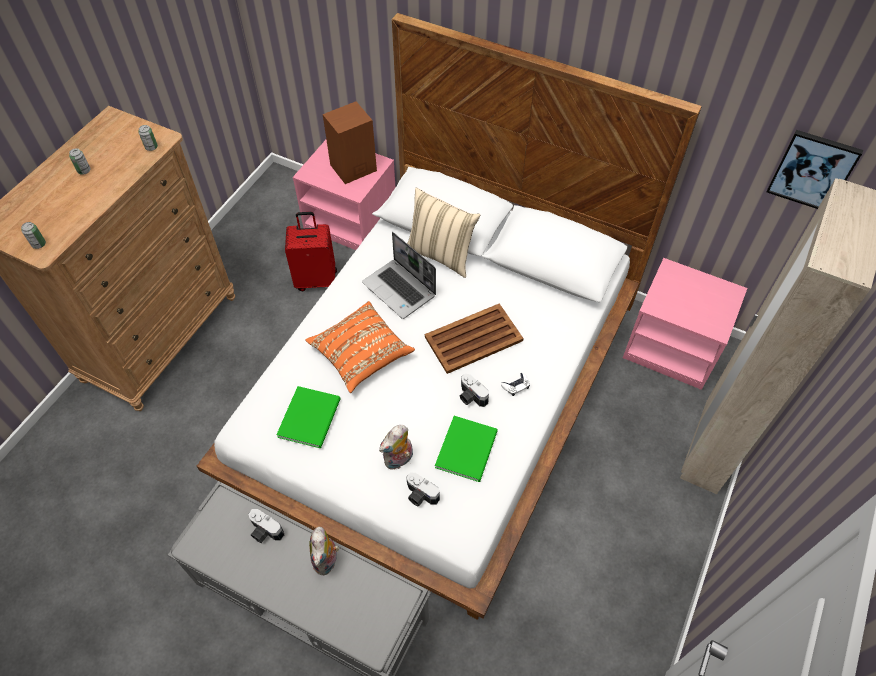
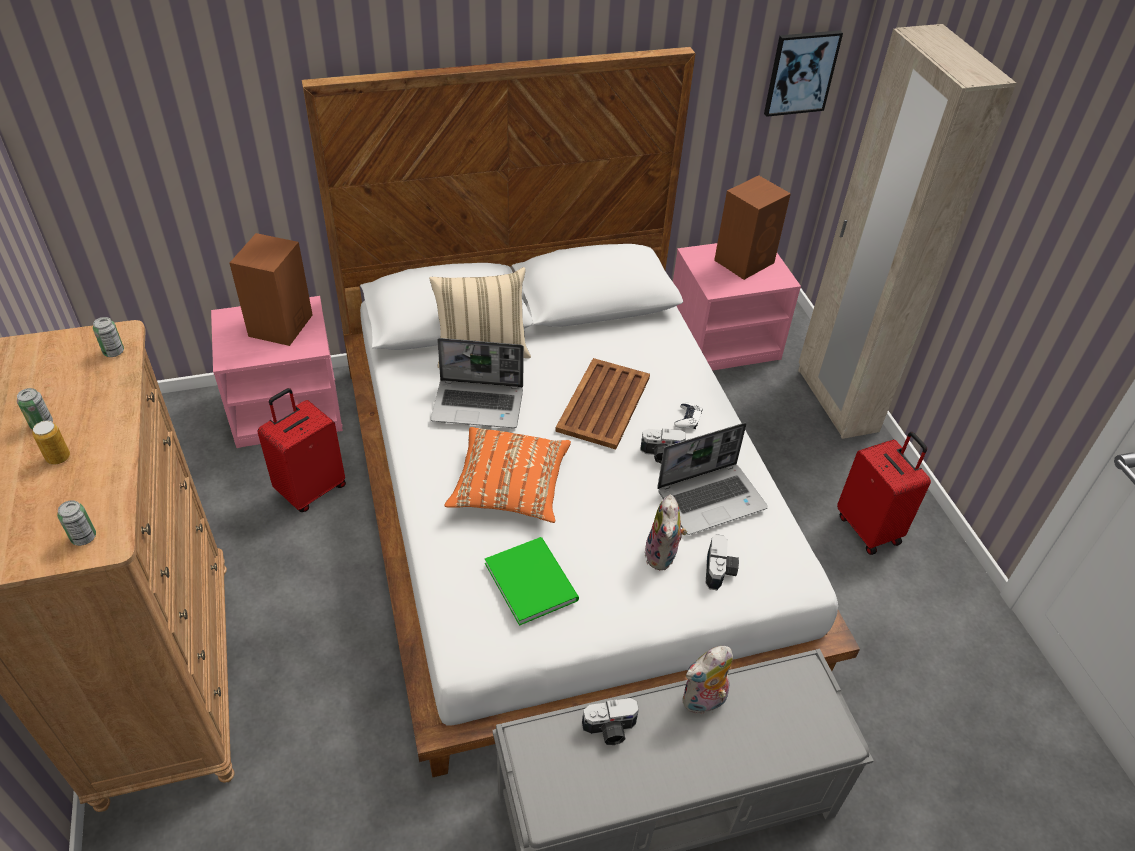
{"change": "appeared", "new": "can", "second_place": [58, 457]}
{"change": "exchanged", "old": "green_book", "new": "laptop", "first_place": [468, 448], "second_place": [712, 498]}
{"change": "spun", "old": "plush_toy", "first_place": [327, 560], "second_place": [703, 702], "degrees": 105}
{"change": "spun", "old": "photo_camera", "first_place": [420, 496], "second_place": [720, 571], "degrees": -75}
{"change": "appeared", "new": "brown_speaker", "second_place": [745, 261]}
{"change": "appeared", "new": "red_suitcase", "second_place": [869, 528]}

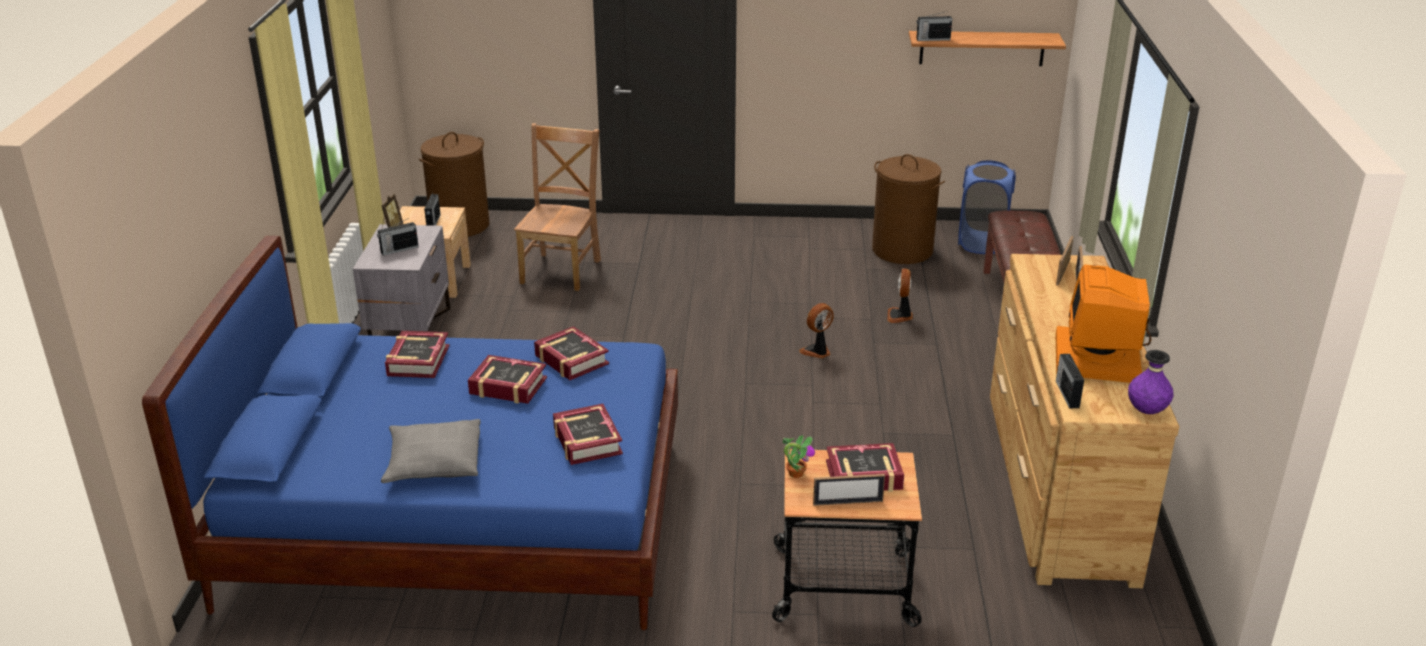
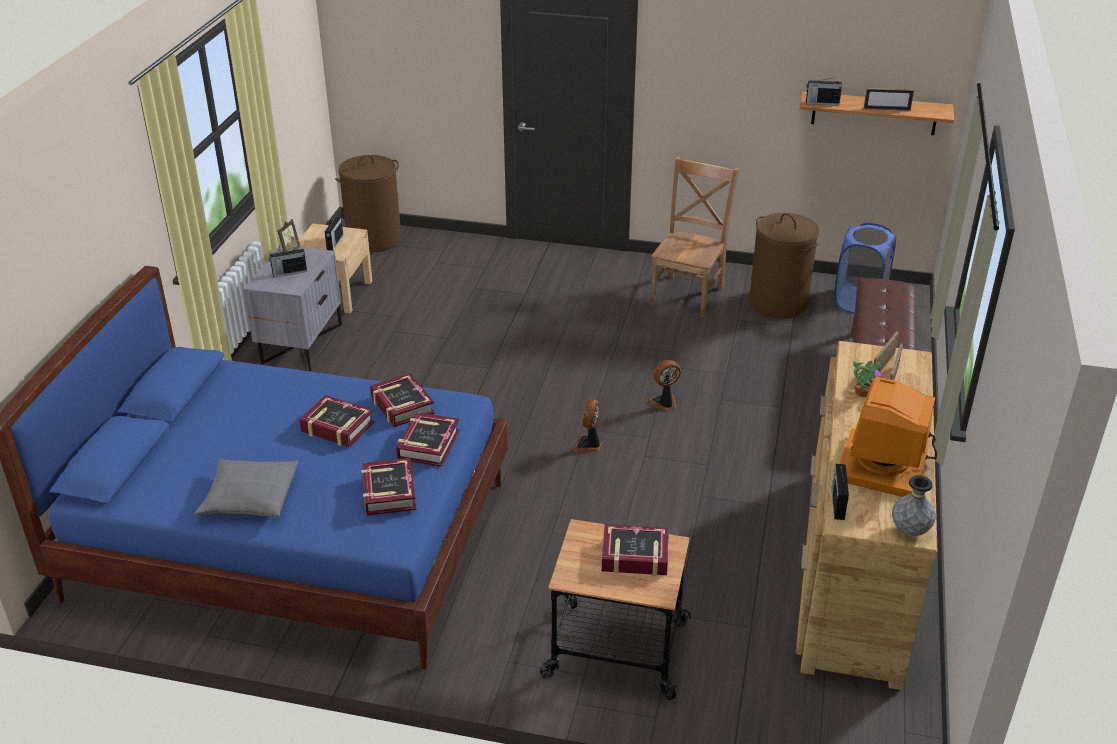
{"change": "relocated", "old": "book", "first_place": [417, 361], "second_place": [428, 445]}
{"change": "relocated", "old": "fan", "first_place": [900, 316], "second_place": [588, 445]}
{"change": "relocated", "old": "brown_chair", "first_place": [562, 270], "second_place": [688, 294]}
{"change": "relocated", "old": "potted_plant", "first_place": [795, 473], "second_place": [861, 393]}
{"change": "relocated", "old": "picture_frame", "first_place": [848, 502], "second_place": [887, 109]}
{"change": "colour", "old": "purple_vase", "new": "grey_vase", "first_place": [1146, 411], "second_place": [909, 531]}

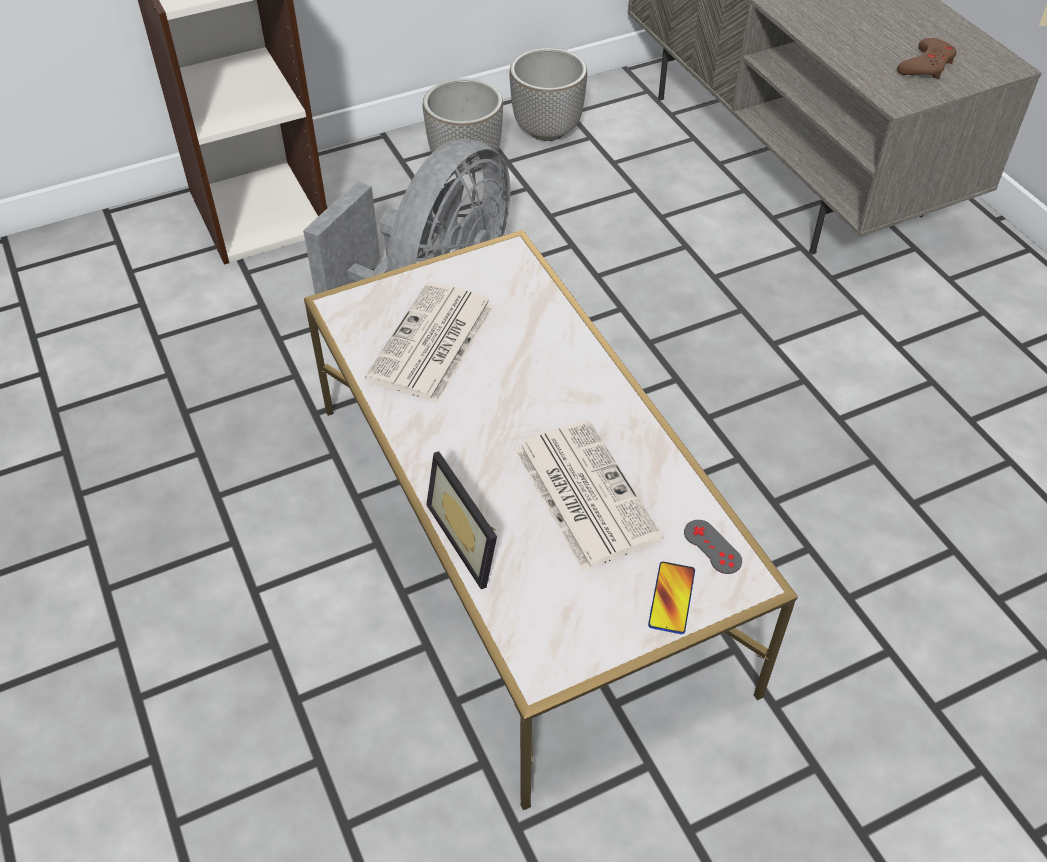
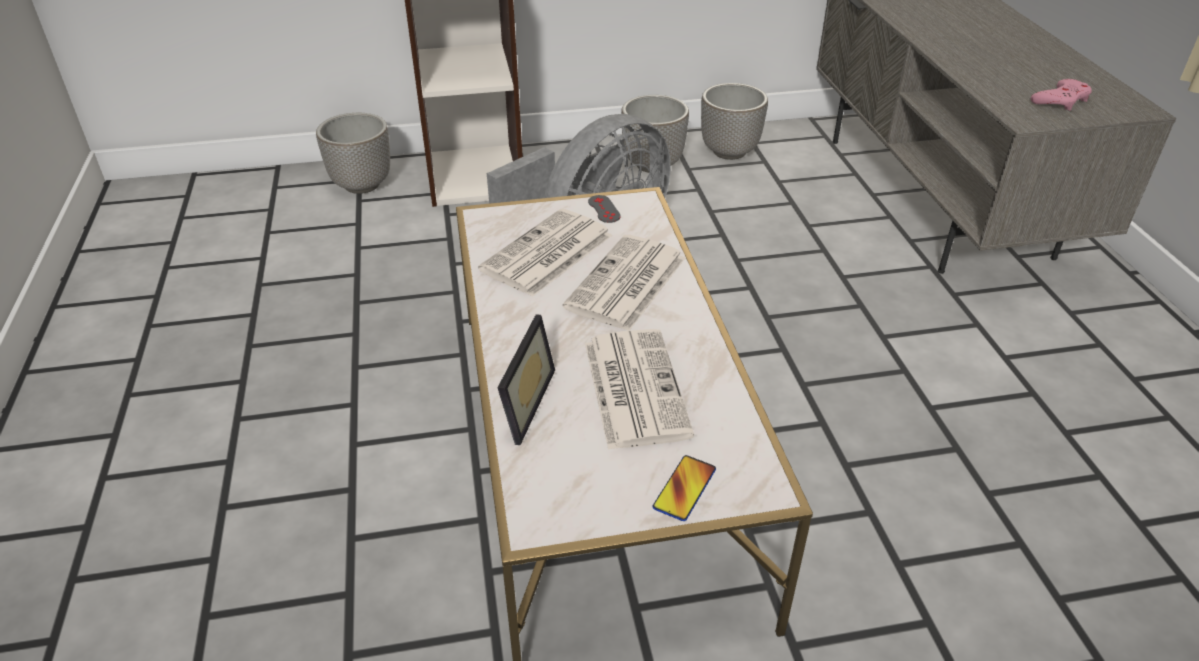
{"change": "appeared", "new": "planter", "second_place": [361, 185]}
{"change": "spun", "old": "picture_frame", "first_place": [472, 537], "second_place": [518, 402], "degrees": -150}
{"change": "appeared", "new": "newspaper", "second_place": [626, 284]}
{"change": "relocated", "old": "grey_game_controller", "first_place": [712, 547], "second_place": [604, 209]}
{"change": "colour", "old": "brown_game_controller", "new": "pink_game_controller", "first_place": [926, 65], "second_place": [1061, 100]}

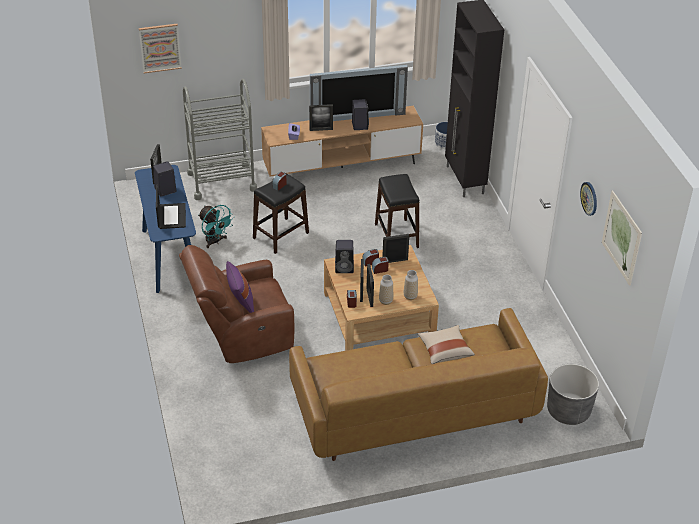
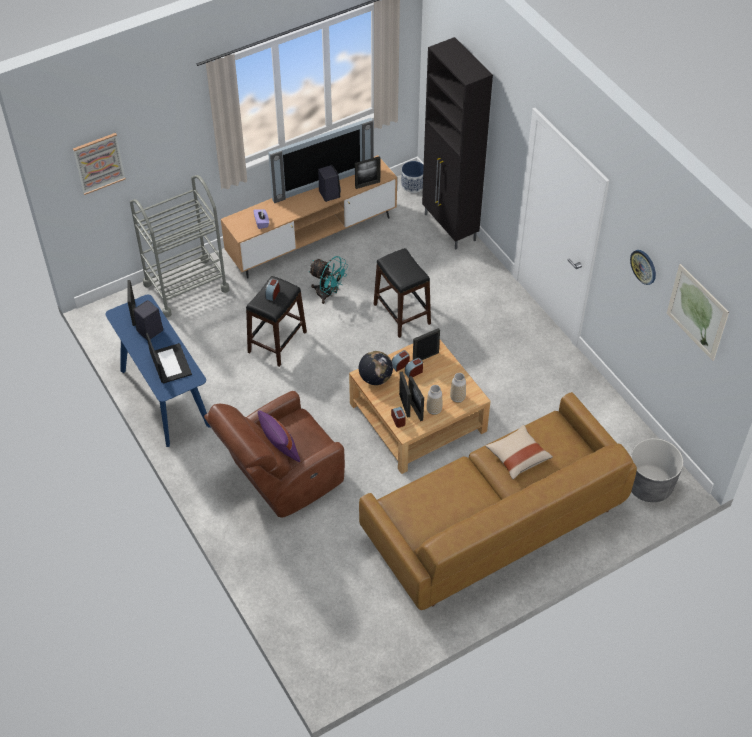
{"change": "relocated", "old": "turquoise_fan", "first_place": [215, 241], "second_place": [328, 294]}
{"change": "relocated", "old": "picture_frame", "first_place": [321, 129], "second_place": [367, 184]}
{"change": "exchanged", "old": "black_speaker", "new": "globe", "first_place": [345, 268], "second_place": [375, 378]}

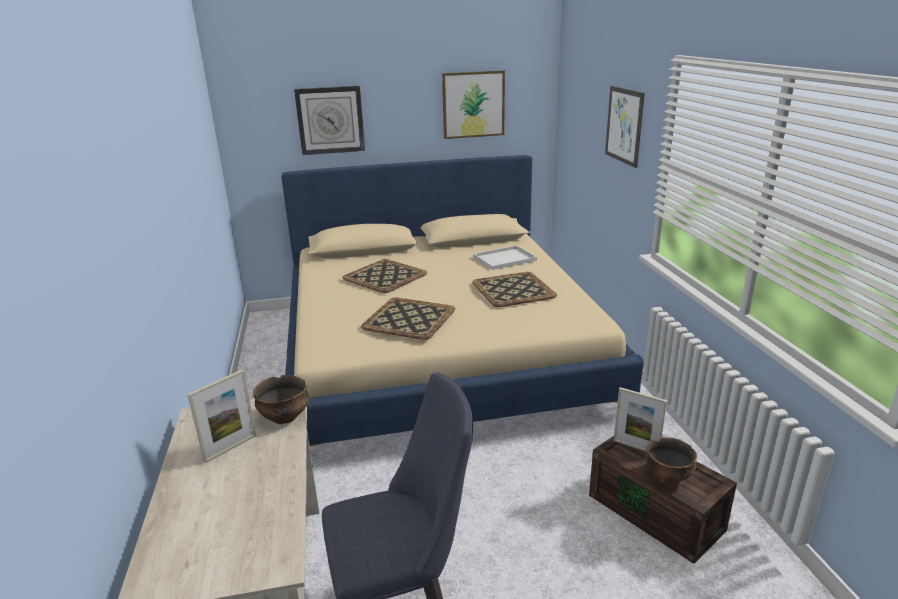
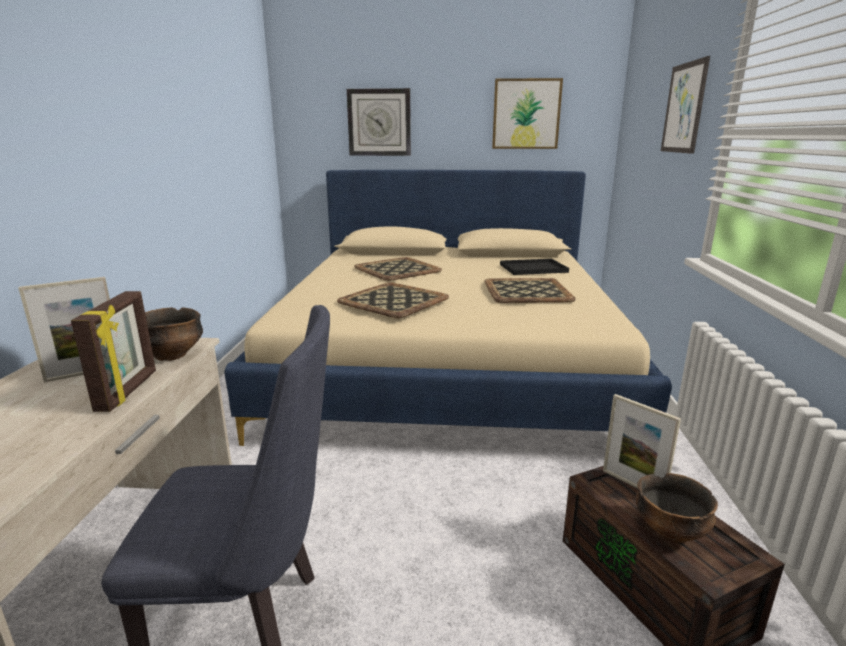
{"change": "appeared", "new": "picture_frame", "second_place": [129, 391]}
{"change": "colour", "old": "white_tray", "new": "black_tray", "first_place": [504, 259], "second_place": [532, 268]}

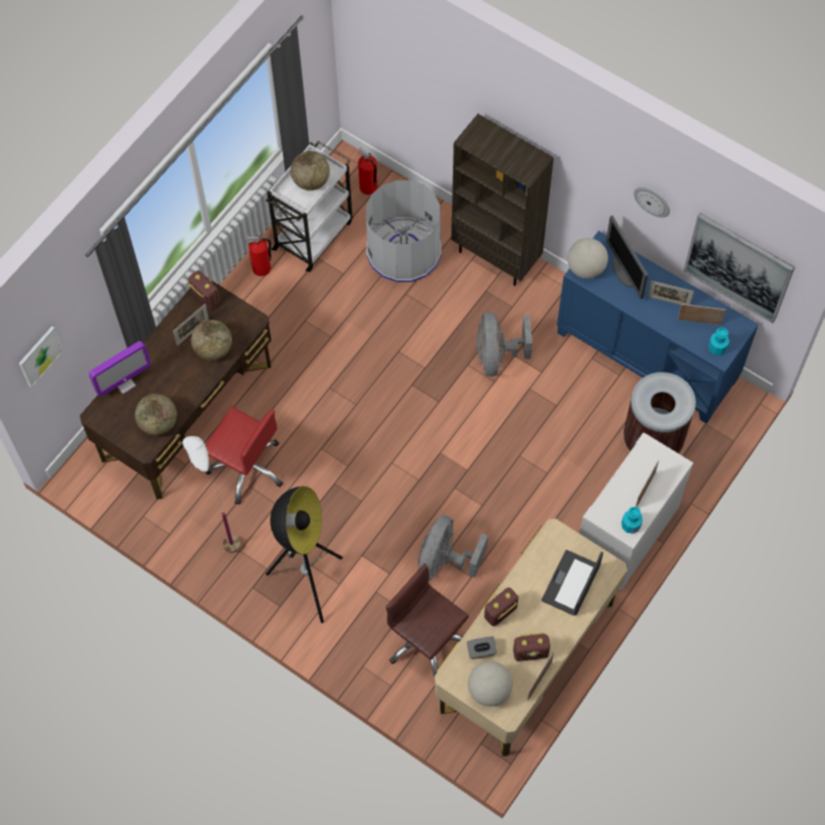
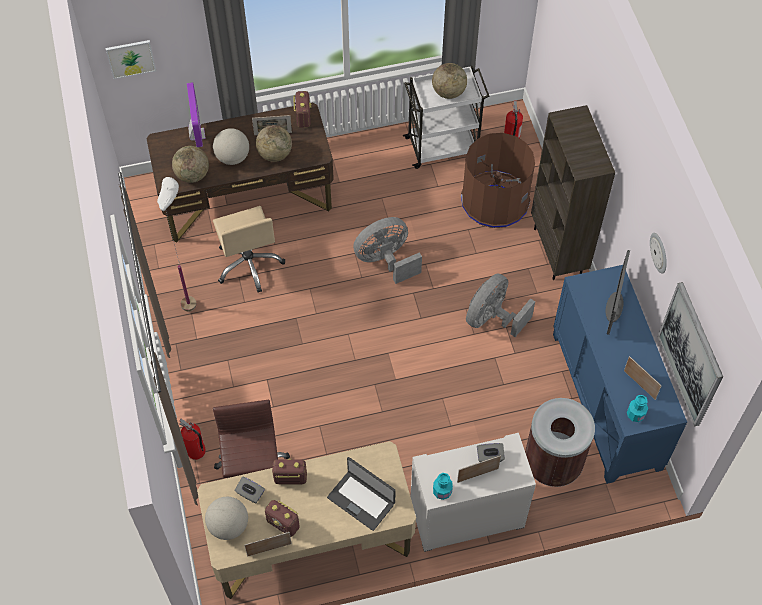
{"change": "relocated", "old": "fire_extinguisher", "first_place": [262, 268], "second_place": [196, 451]}
{"change": "spun", "old": "monitor", "first_place": [124, 383], "second_place": [197, 134], "degrees": -105}
{"change": "relocated", "old": "globe", "first_place": [586, 268], "second_place": [232, 157]}
{"change": "colour", "old": "red_office_chair", "new": "beige_office_chair", "first_place": [247, 467], "second_place": [249, 264]}
{"change": "spun", "old": "laptop", "first_place": [571, 583], "second_place": [361, 500], "degrees": -120}
{"change": "relocated", "old": "grey_fan", "first_place": [444, 561], "second_place": [386, 260]}
{"change": "colour", "old": "grey_trash_can", "new": "brown_trash_can", "first_place": [404, 250], "second_place": [495, 200]}
{"change": "appeared", "new": "grey_tissue_box", "second_place": [490, 457]}
{"change": "missing", "old": "floor_lamp", "first_place": [307, 583]}
{"change": "missing", "old": "picture_frame", "first_place": [668, 301]}

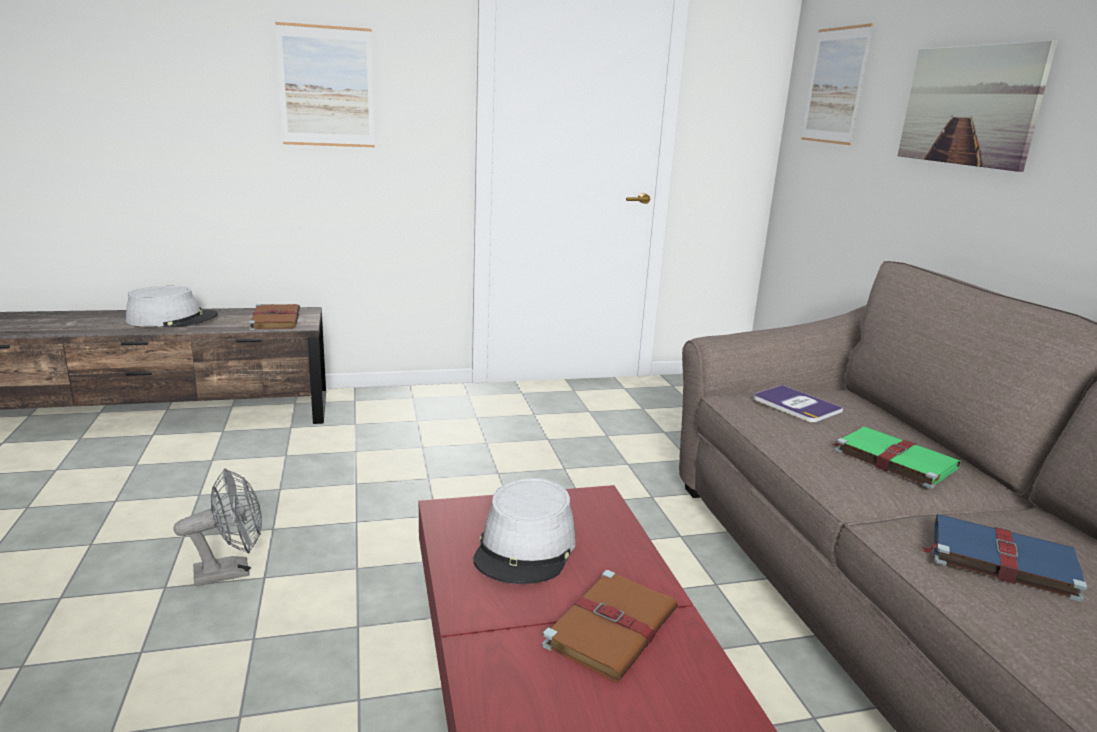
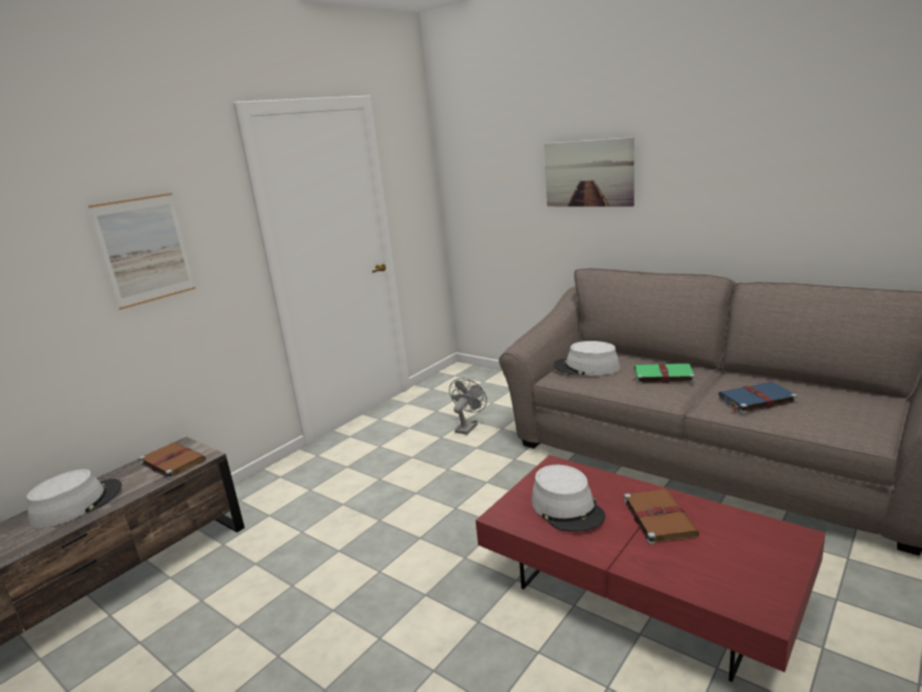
{"change": "relocated", "old": "grey_fan", "first_place": [231, 571], "second_place": [468, 426]}
{"change": "exchanged", "old": "book", "new": "grey_hat", "first_place": [795, 405], "second_place": [586, 367]}
{"change": "missing", "old": "picture", "first_place": [835, 85]}

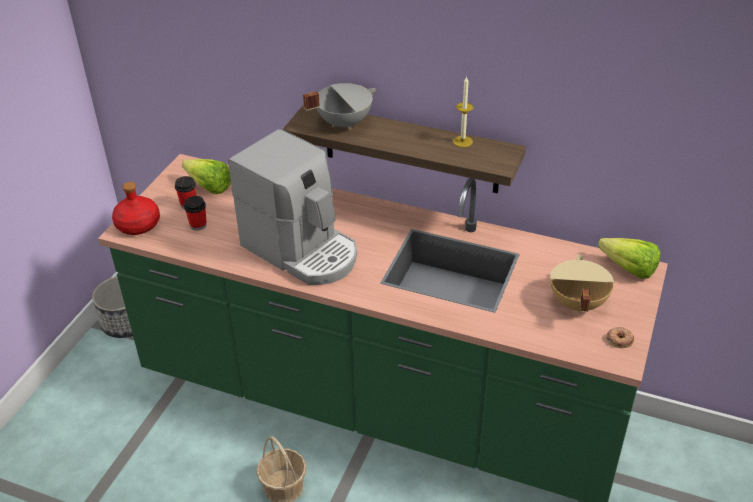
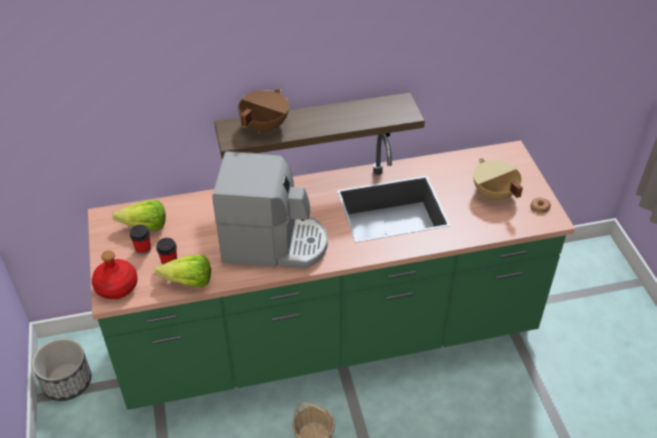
{"change": "relocated", "old": "lettuce", "first_place": [624, 266], "second_place": [184, 281]}
{"change": "colour", "old": "grey_cooking_pot", "new": "brown_cooking_pot", "first_place": [343, 122], "second_place": [263, 126]}
{"change": "missing", "old": "candle", "first_place": [462, 141]}

